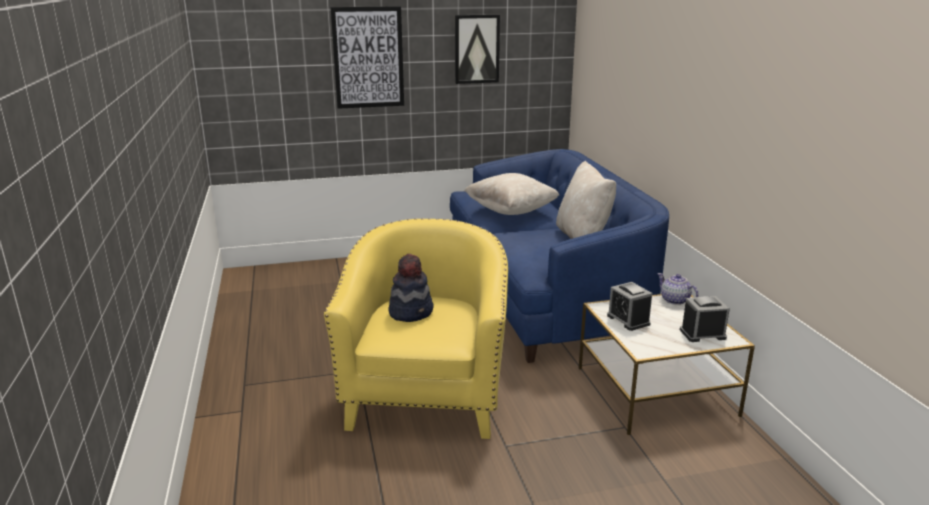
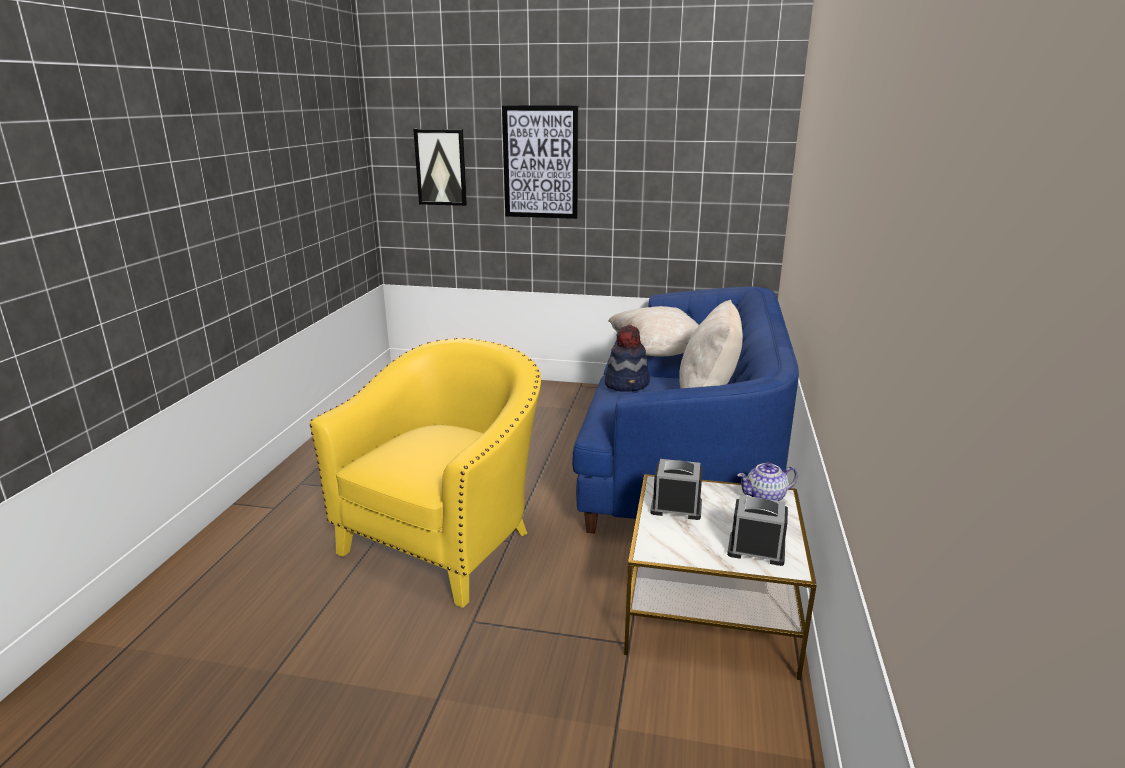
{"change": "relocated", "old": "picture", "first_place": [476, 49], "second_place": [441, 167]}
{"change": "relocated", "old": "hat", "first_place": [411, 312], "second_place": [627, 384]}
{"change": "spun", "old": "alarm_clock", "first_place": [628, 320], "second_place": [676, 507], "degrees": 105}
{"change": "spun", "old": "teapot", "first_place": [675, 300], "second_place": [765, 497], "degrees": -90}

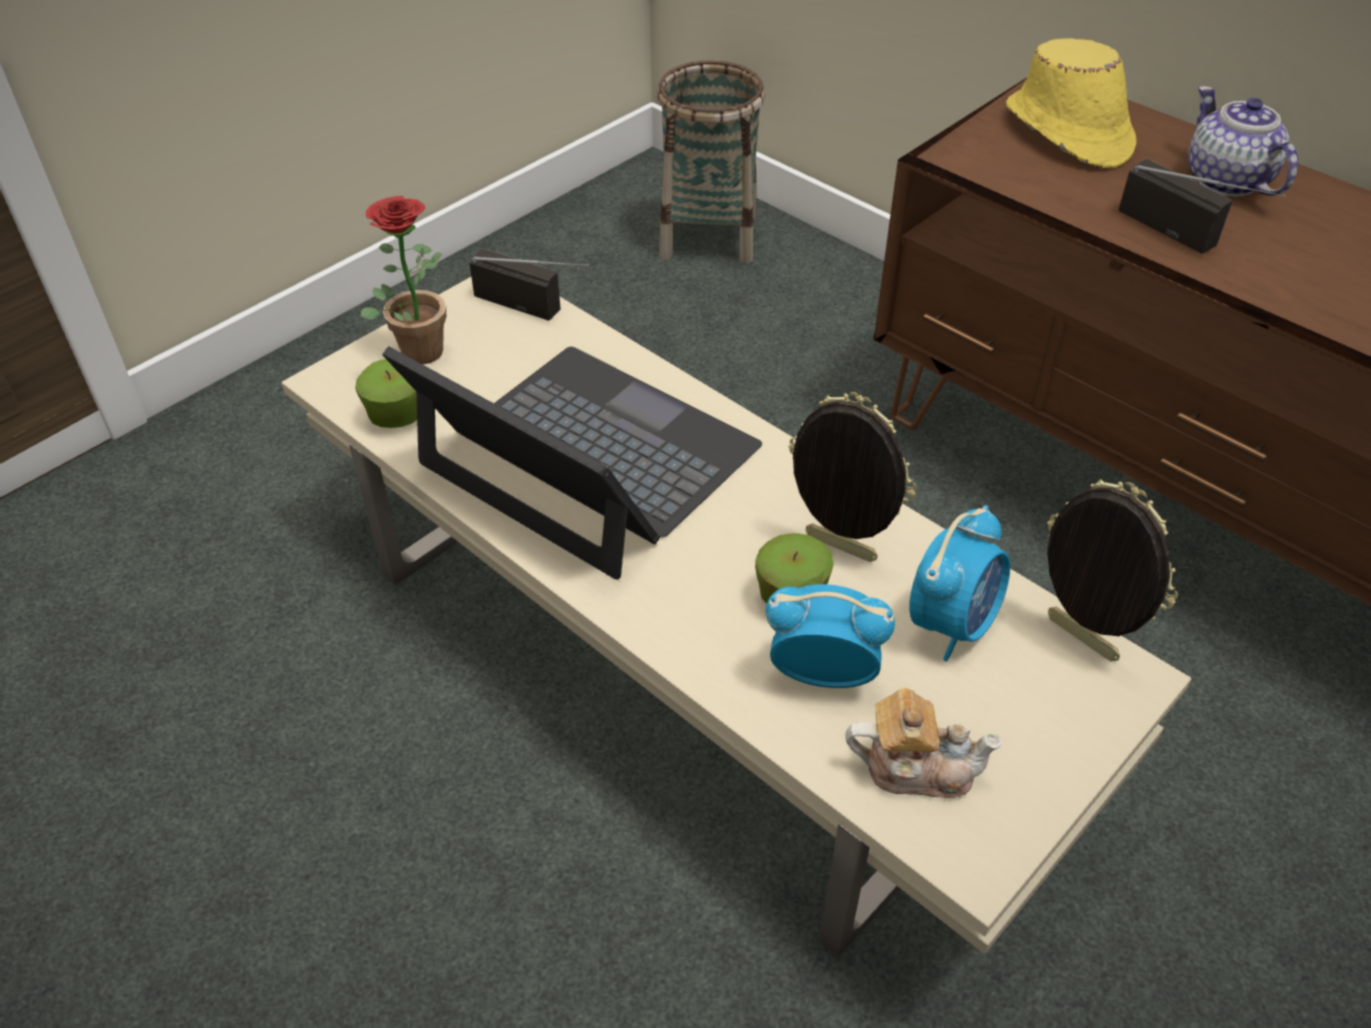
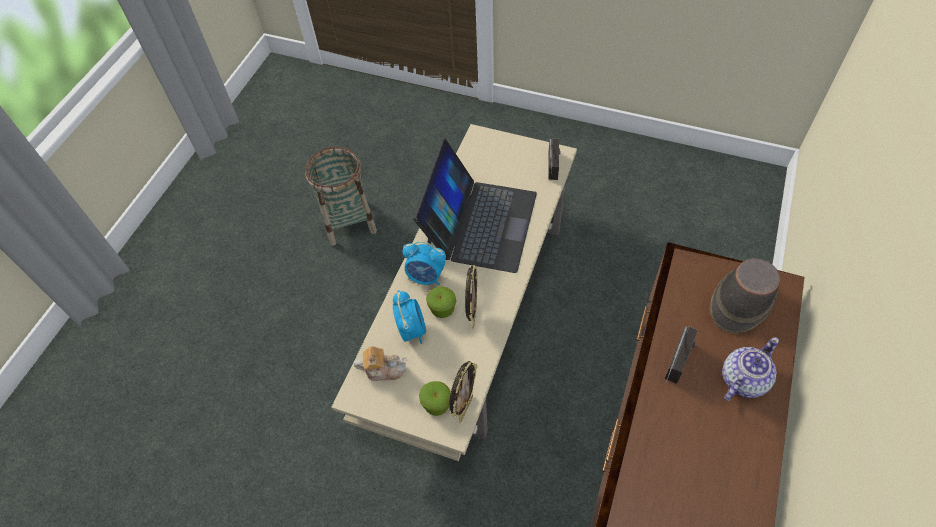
{"change": "relocated", "old": "basket", "first_place": [708, 236], "second_place": [348, 221]}
{"change": "spun", "old": "teapot", "first_place": [916, 767], "second_place": [383, 369], "degrees": -75}
{"change": "relocated", "old": "alarm_clock", "first_place": [952, 623], "second_place": [426, 277]}
{"change": "relocated", "old": "apple", "first_place": [397, 416], "second_place": [436, 404]}
{"change": "colour", "old": "yellow_hat", "new": "brown_hat", "first_place": [1067, 133], "second_place": [740, 302]}
{"change": "missing", "old": "potted_plant", "first_place": [418, 346]}

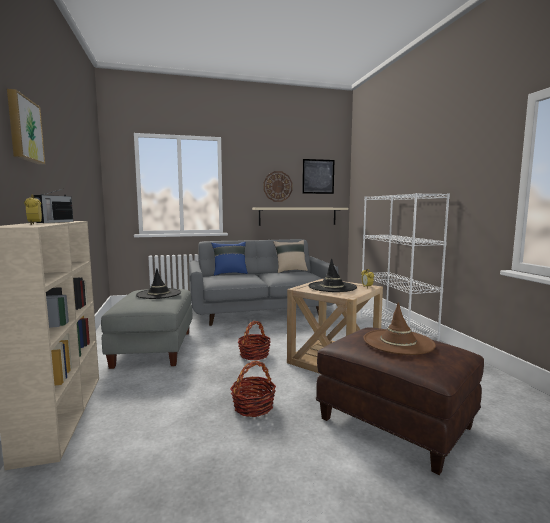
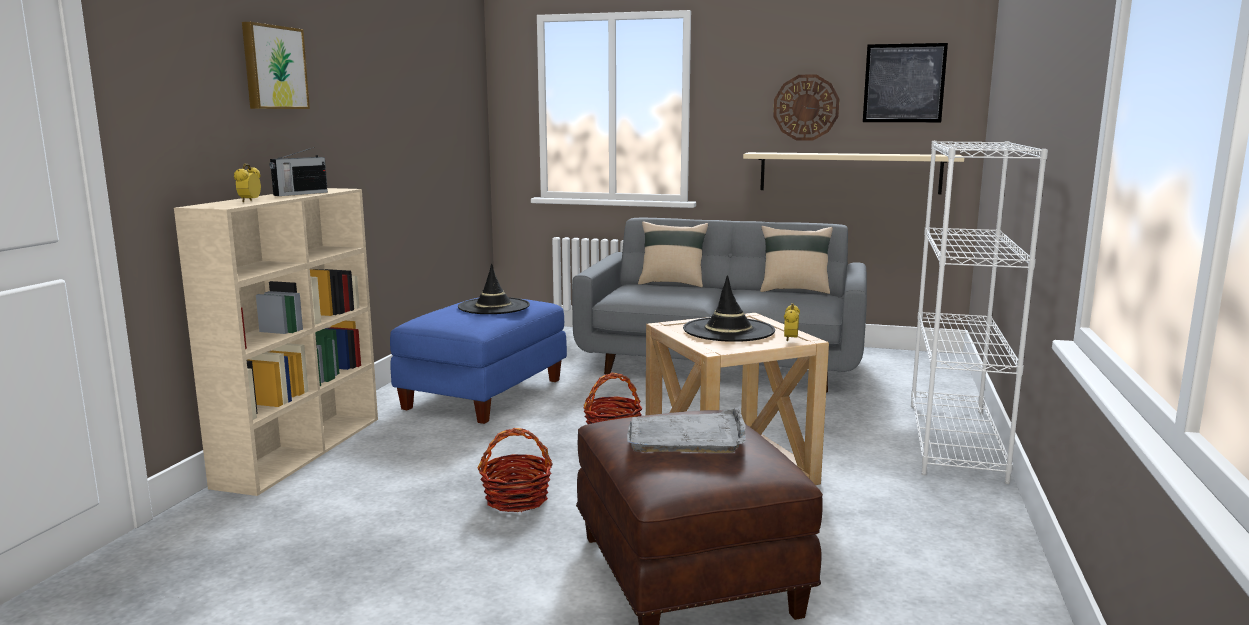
{"change": "colour", "old": "grey_ottoman", "new": "blue_ottoman", "first_place": [153, 348], "second_place": [484, 393]}
{"change": "exchanged", "old": "brown_hat", "new": "grey_tray", "first_place": [398, 342], "second_place": [687, 436]}
{"change": "colour", "old": "blue_pillow", "new": "beige_pillow", "first_place": [230, 273], "second_place": [672, 283]}

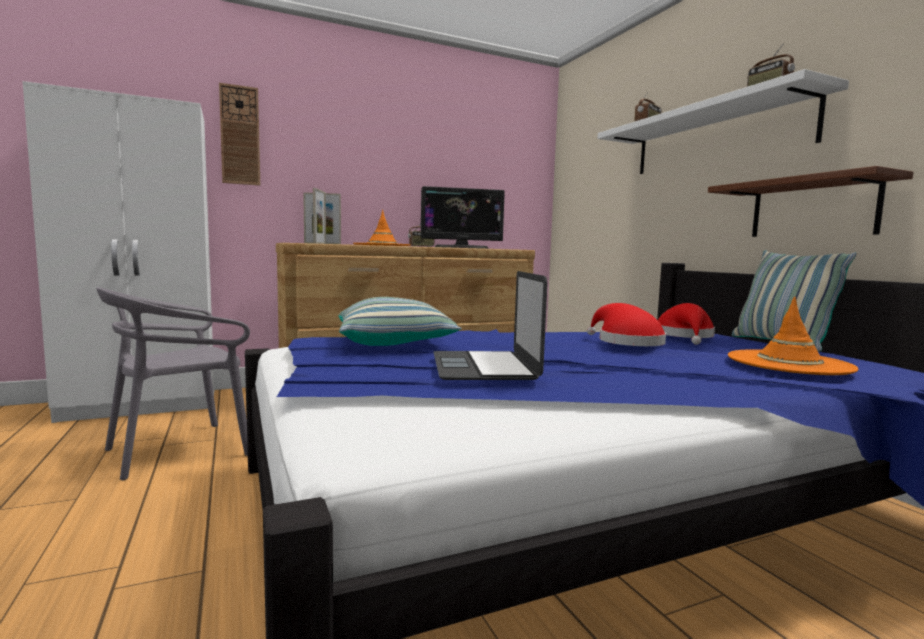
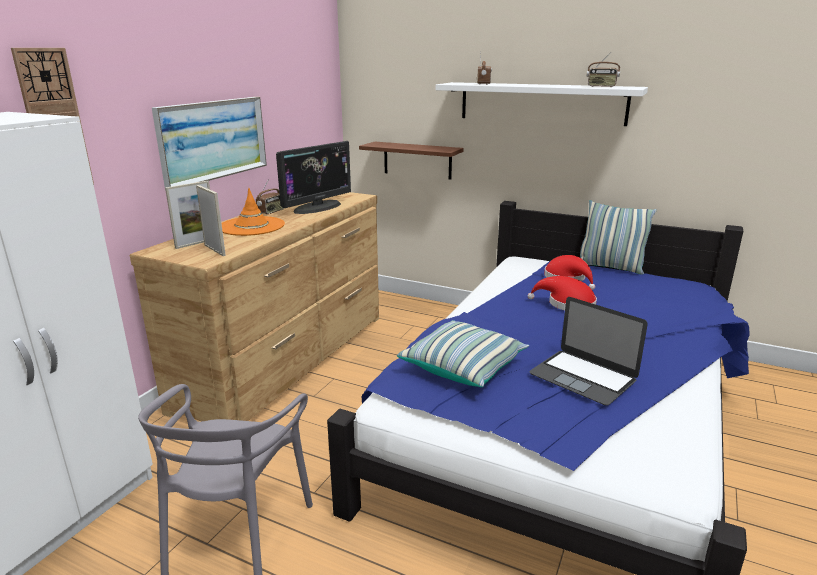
{"change": "appeared", "new": "picture", "second_place": [213, 139]}
{"change": "relocated", "old": "brown_shelf", "first_place": [812, 209], "second_place": [417, 160]}
{"change": "missing", "old": "orange_hat", "first_place": [789, 363]}

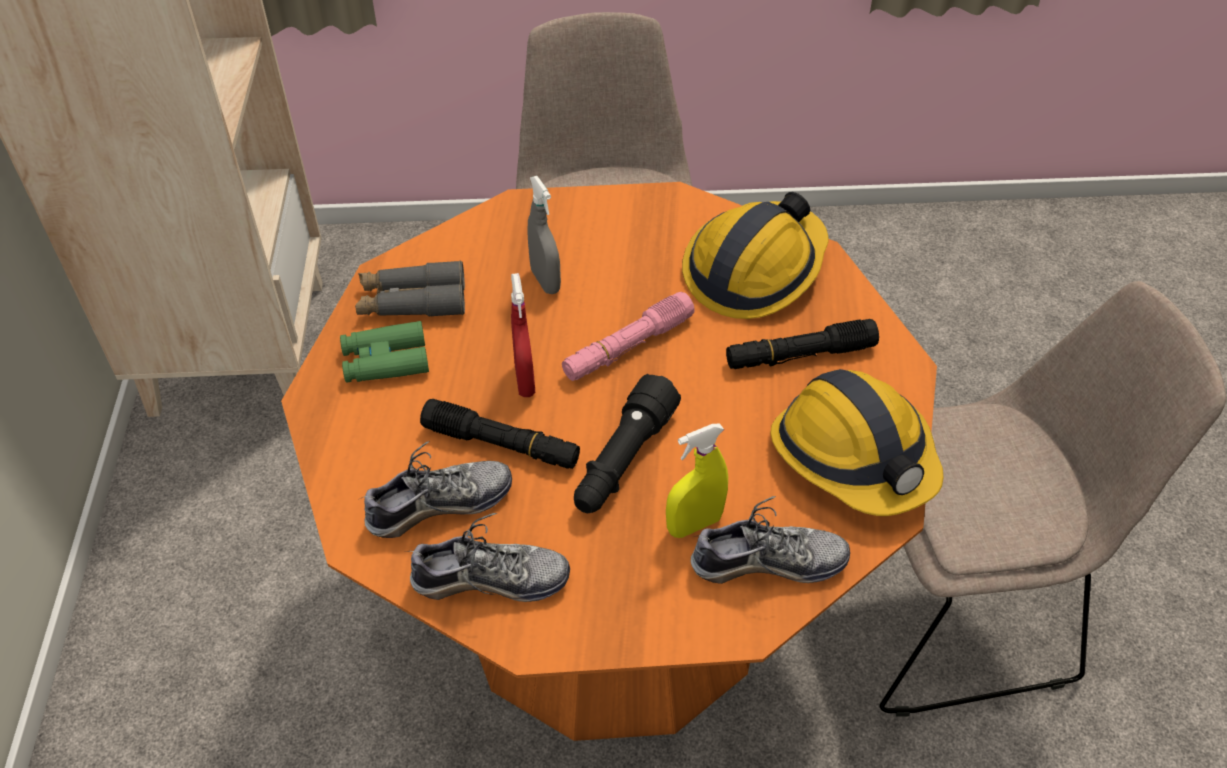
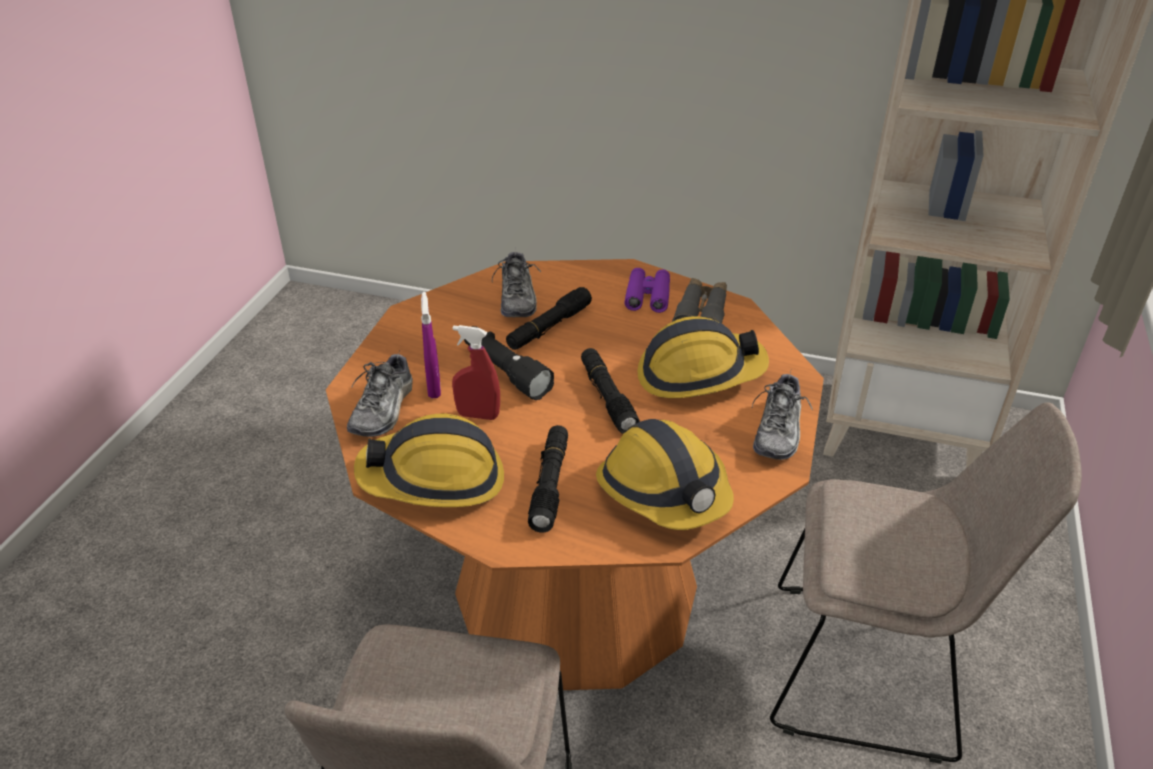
{"change": "colour", "old": "yellow_spray_bottle", "new": "purple_spray_bottle", "first_place": [694, 525], "second_place": [434, 387]}
{"change": "relocated", "old": "red_spray_bottle", "first_place": [525, 380], "second_place": [478, 415]}
{"change": "colour", "old": "pink_flashlight", "new": "black_flashlight", "first_place": [628, 347], "second_place": [607, 397]}
{"change": "colour", "old": "green_binoculars", "new": "purple_binoculars", "first_place": [385, 361], "second_place": [647, 296]}
{"change": "exchanged", "old": "grey_spray_bottle", "new": "hard_hat", "first_place": [545, 281], "second_place": [698, 374]}
{"change": "relocated", "old": "shoe", "first_place": [491, 580], "second_place": [778, 431]}

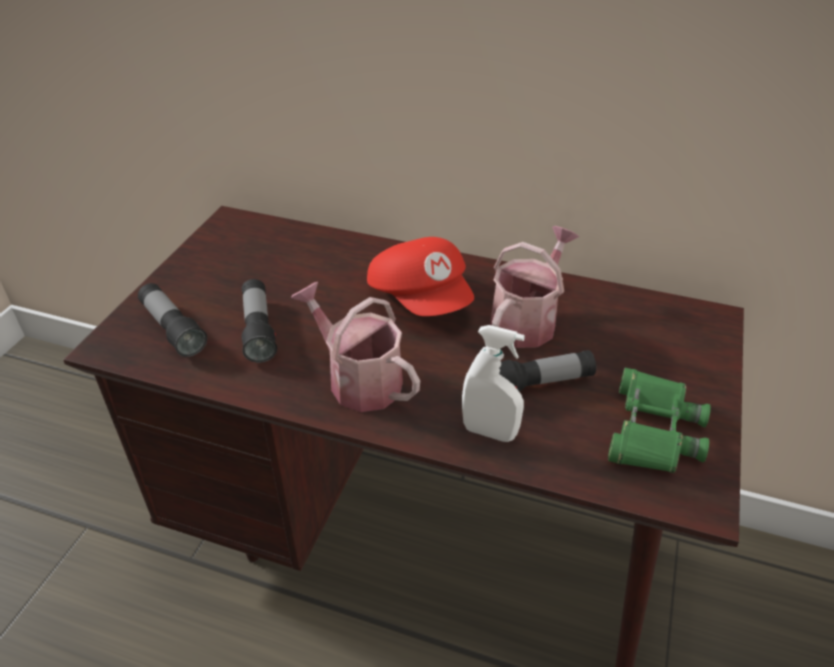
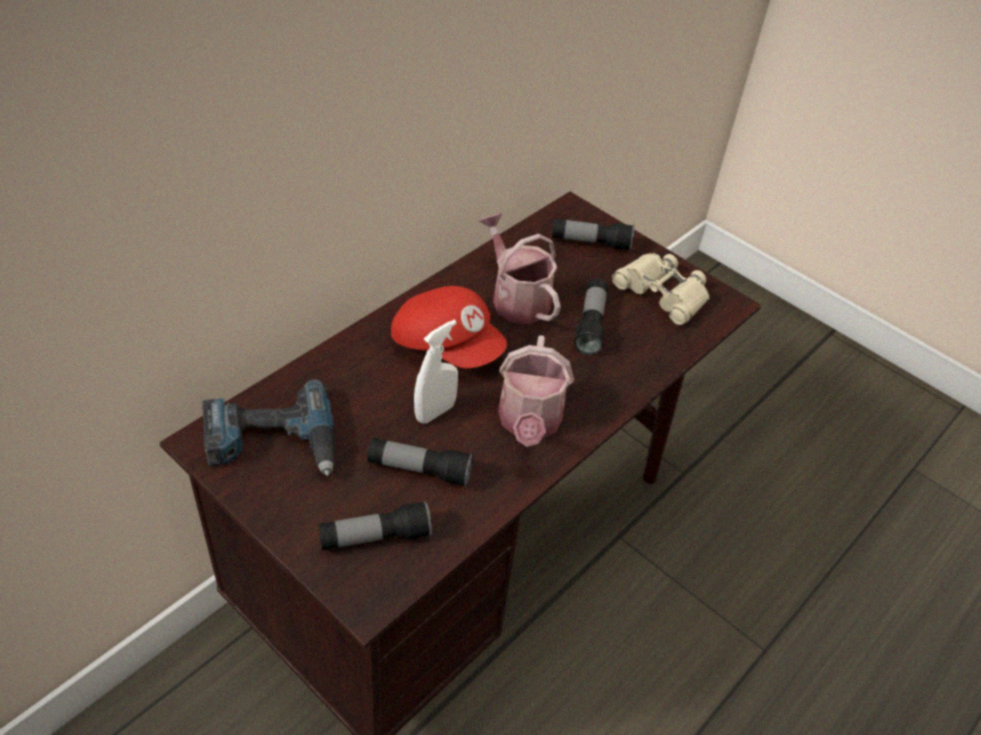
{"change": "appeared", "new": "power_drill", "second_place": [272, 443]}
{"change": "spun", "old": "red_cap", "first_place": [422, 298], "second_place": [448, 346], "degrees": 45}
{"change": "relocated", "old": "white_spray_bottle", "first_place": [489, 432], "second_place": [435, 412]}
{"change": "spun", "old": "watering_can", "first_place": [358, 379], "second_place": [529, 423], "degrees": -60}
{"change": "appeared", "new": "flashlight", "second_place": [590, 243]}
{"change": "colour", "old": "green_binoculars", "new": "beige_binoculars", "first_place": [652, 430], "second_place": [662, 293]}

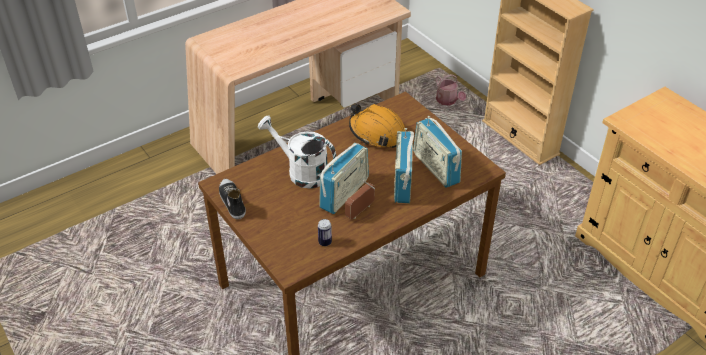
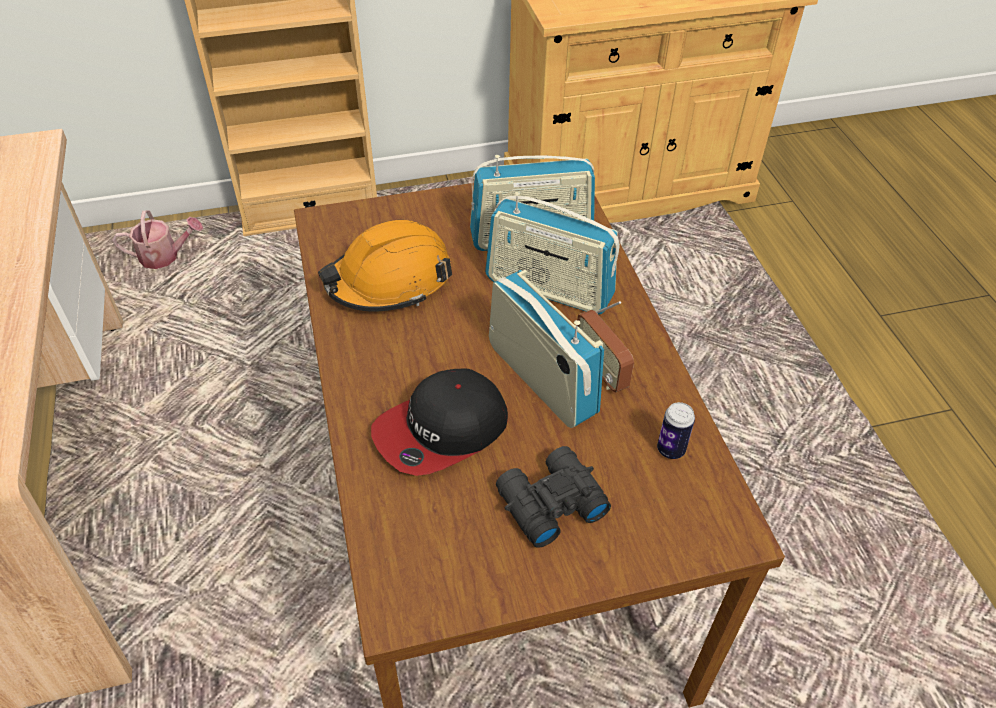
{"change": "exchanged", "old": "white_watering_can", "new": "cap", "first_place": [301, 172], "second_place": [441, 430]}
{"change": "appeared", "new": "black_binoculars", "second_place": [548, 503]}
{"change": "missing", "old": "shoe", "first_place": [232, 202]}

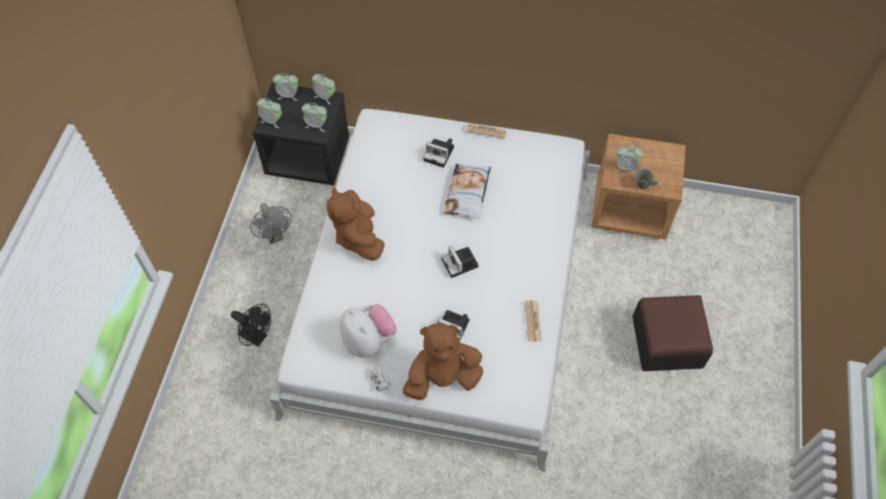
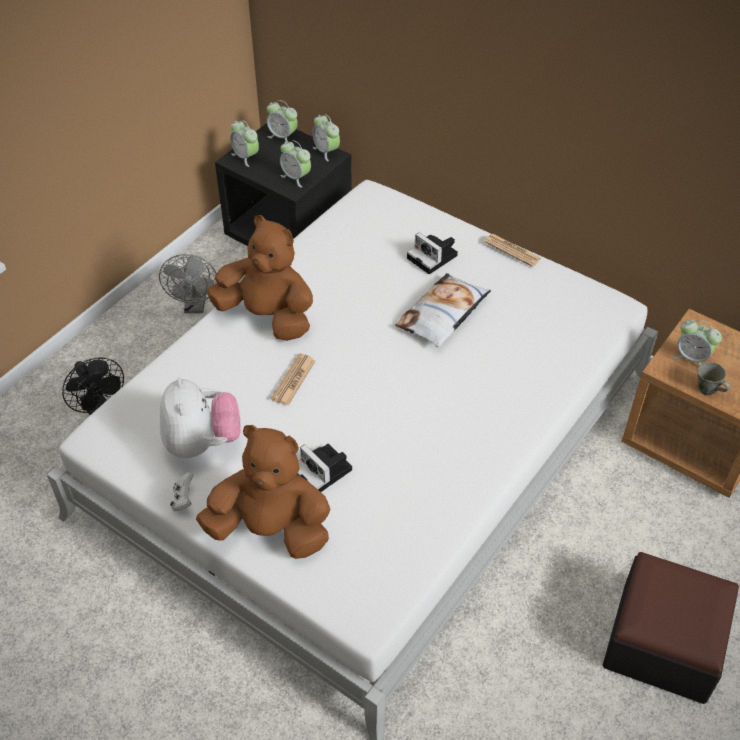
{"change": "spun", "old": "brown_plush_toy", "first_place": [358, 237], "second_place": [267, 316], "degrees": 105}
{"change": "relocated", "old": "newspaper", "first_place": [532, 321], "second_place": [293, 380]}
{"change": "missing", "old": "photo_camera", "first_place": [461, 264]}

